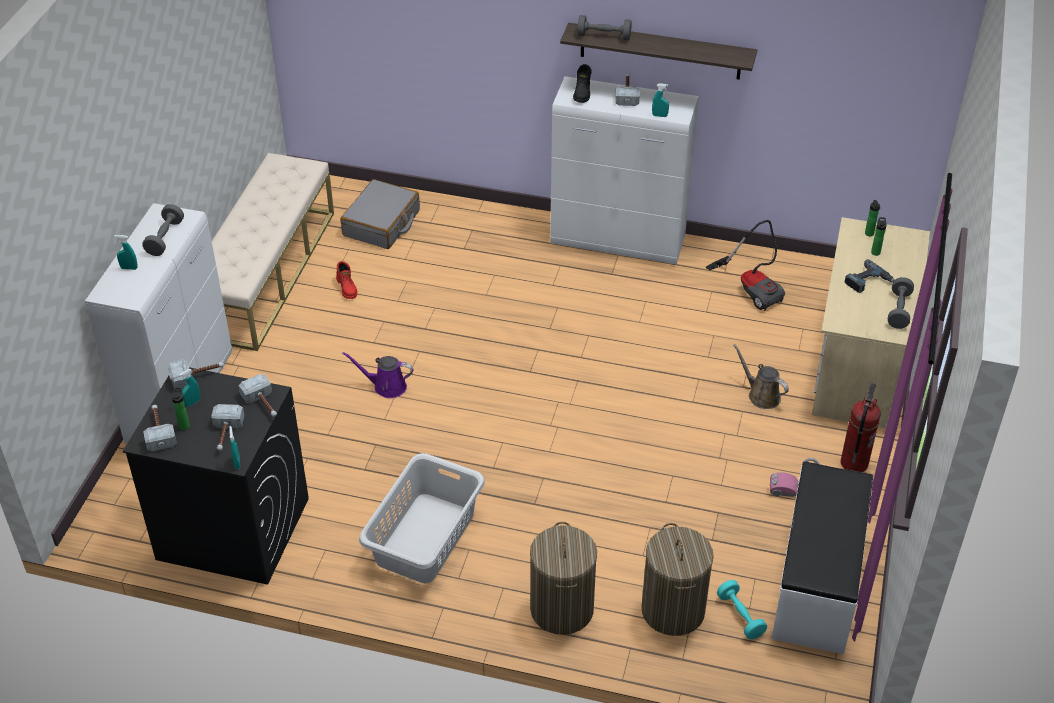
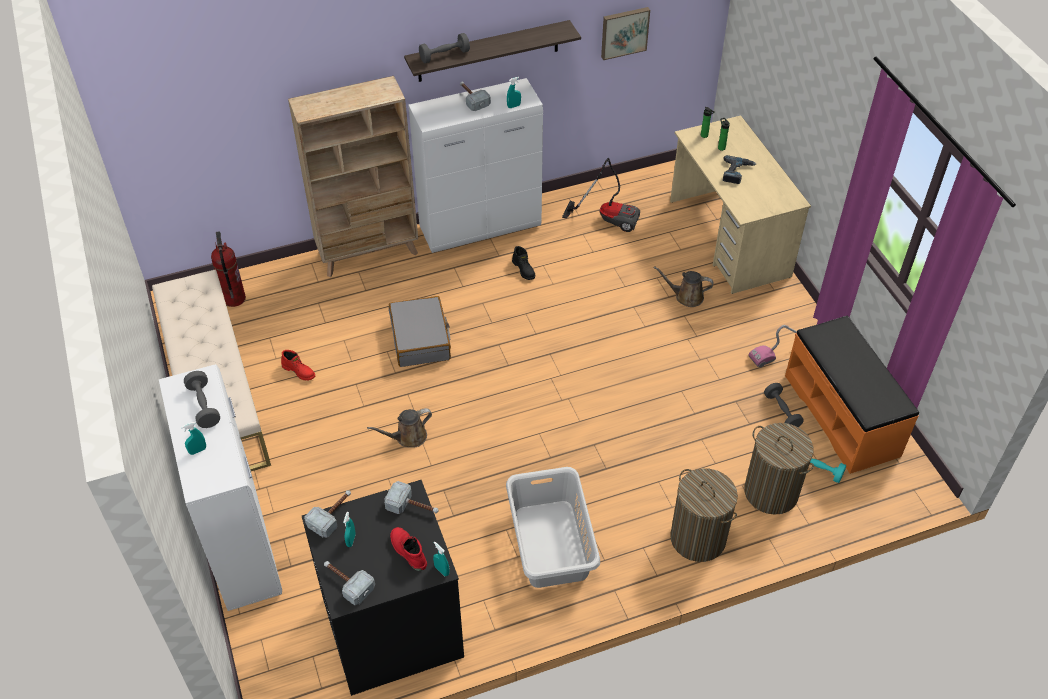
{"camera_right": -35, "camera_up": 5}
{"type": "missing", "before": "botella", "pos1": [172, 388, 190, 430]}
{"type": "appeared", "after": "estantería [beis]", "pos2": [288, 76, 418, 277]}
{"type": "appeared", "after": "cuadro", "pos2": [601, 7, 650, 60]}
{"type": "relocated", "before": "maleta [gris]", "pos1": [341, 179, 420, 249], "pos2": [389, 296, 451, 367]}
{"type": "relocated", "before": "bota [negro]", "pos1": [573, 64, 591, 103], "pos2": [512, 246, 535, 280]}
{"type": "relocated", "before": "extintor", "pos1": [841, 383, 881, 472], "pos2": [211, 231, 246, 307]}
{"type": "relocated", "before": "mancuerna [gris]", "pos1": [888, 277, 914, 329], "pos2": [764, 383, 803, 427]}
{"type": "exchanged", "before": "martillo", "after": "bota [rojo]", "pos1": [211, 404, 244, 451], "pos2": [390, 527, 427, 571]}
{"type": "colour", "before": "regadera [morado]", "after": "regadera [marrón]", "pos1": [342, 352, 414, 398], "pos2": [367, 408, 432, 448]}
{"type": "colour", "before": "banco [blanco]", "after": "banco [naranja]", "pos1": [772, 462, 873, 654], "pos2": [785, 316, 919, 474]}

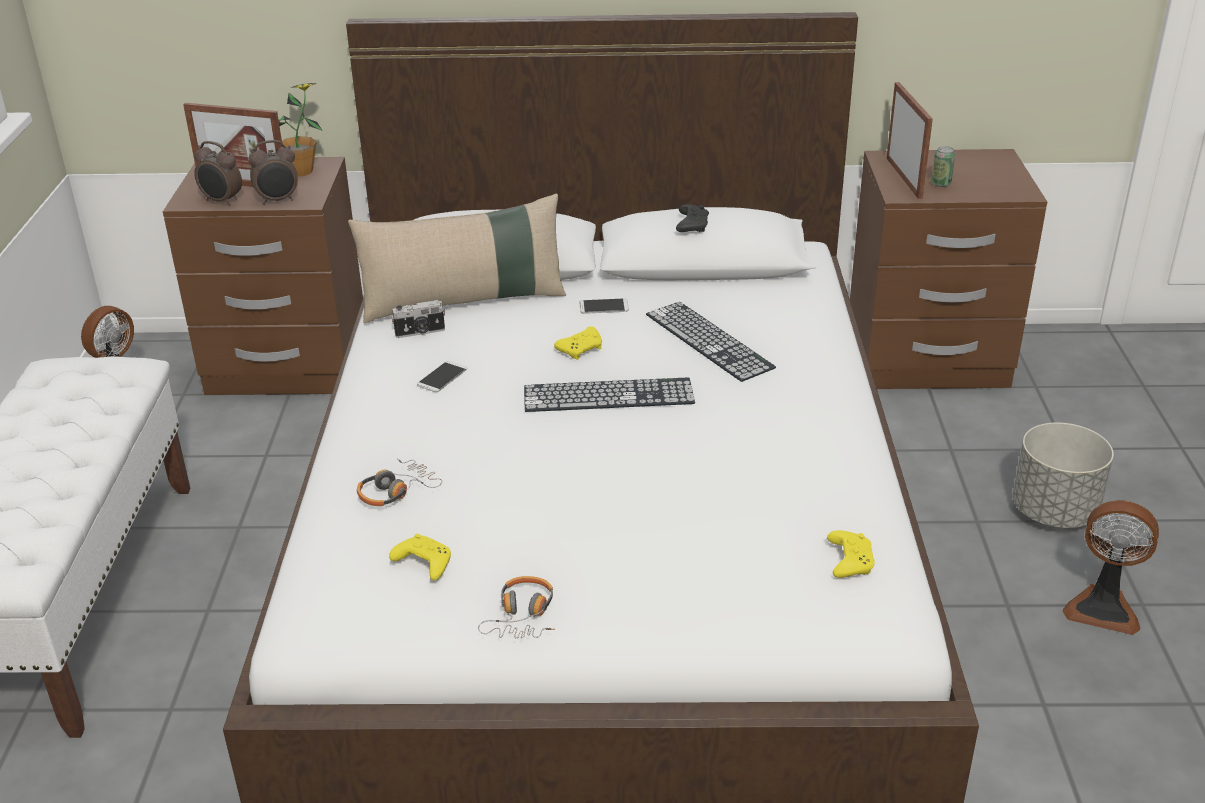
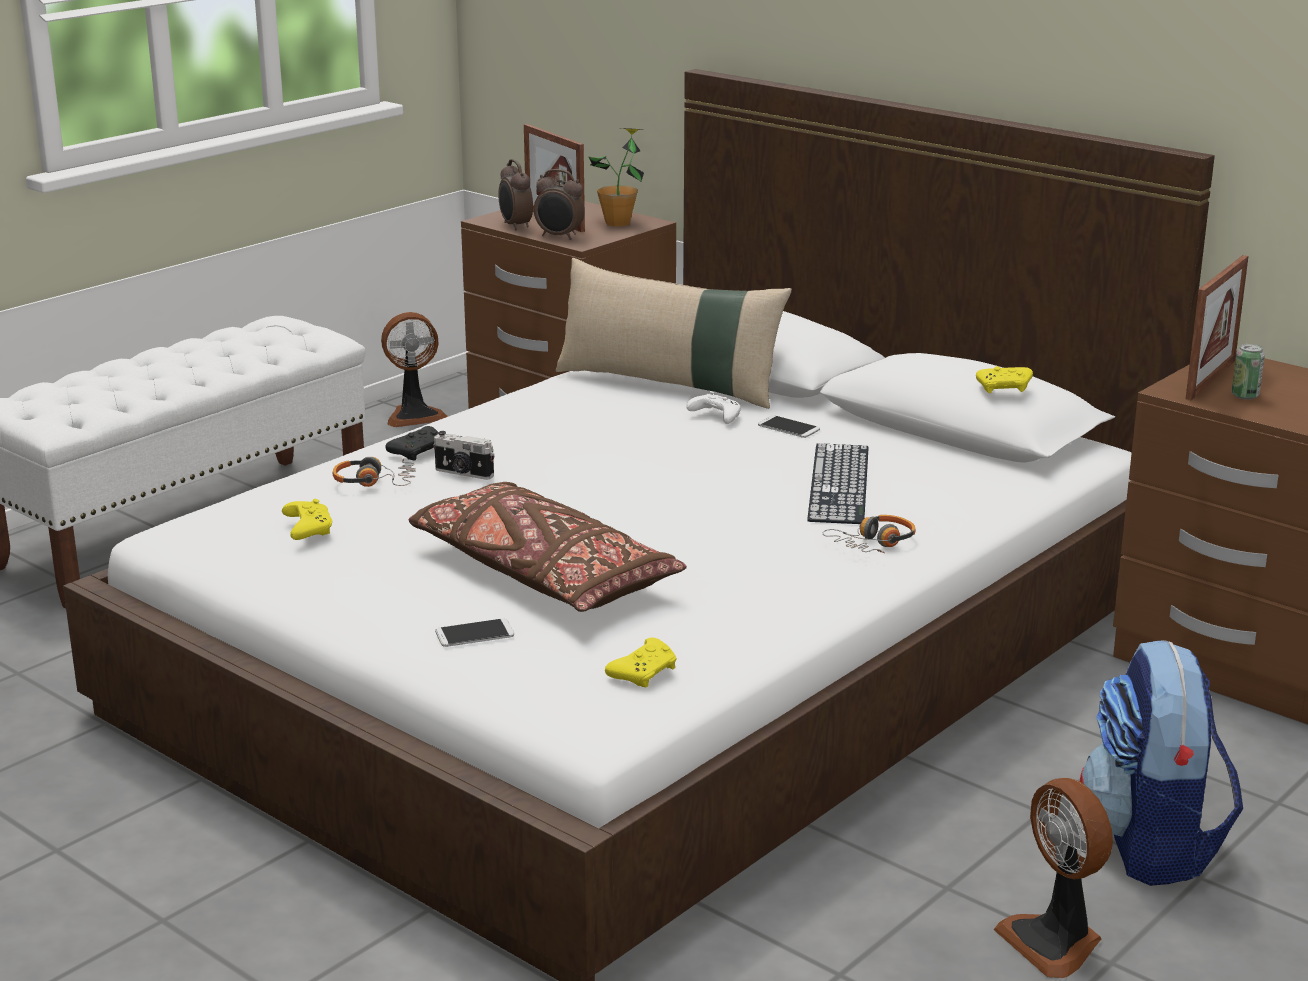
{"camera_right": 40, "camera_up": -10}
{"type": "missing", "before": "teclado", "pos1": [524, 378, 695, 412]}
{"type": "appeared", "after": "cojín [marrón]", "pos2": [408, 482, 687, 612]}
{"type": "appeared", "after": "mando de consola [blanco]", "pos2": [686, 391, 741, 424]}
{"type": "relocated", "before": "cámara", "pos1": [391, 300, 445, 338], "pos2": [434, 431, 494, 480]}
{"type": "relocated", "before": "móvil", "pos1": [417, 361, 467, 392], "pos2": [435, 618, 514, 647]}
{"type": "relocated", "before": "auriculares", "pos1": [478, 576, 555, 639], "pos2": [823, 515, 916, 553]}
{"type": "relocated", "before": "mando de consola [amarillo]", "pos1": [554, 326, 602, 360], "pos2": [976, 366, 1033, 393]}
{"type": "relocated", "before": "mando de consola [negro]", "pos1": [676, 204, 709, 232], "pos2": [386, 426, 438, 461]}
{"type": "exchanged", "before": "maceta [gris]", "after": "mochila", "pos1": [1012, 422, 1114, 528], "pos2": [1080, 640, 1243, 886]}

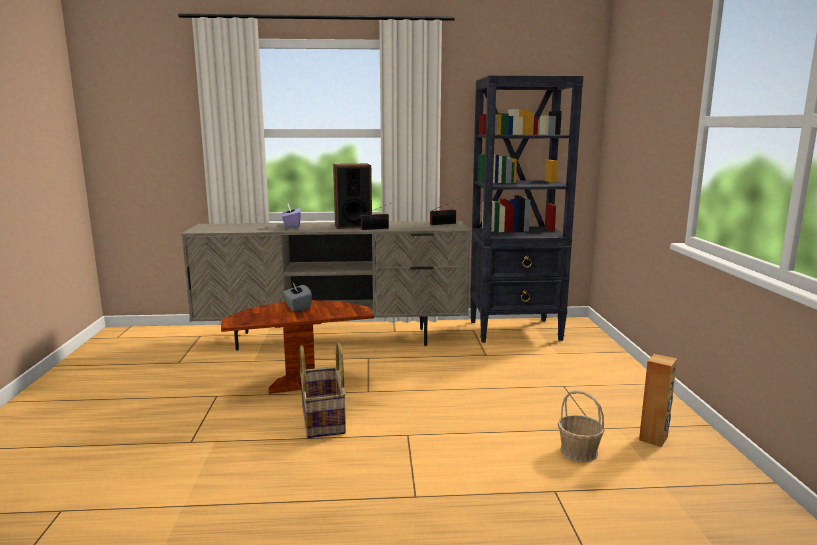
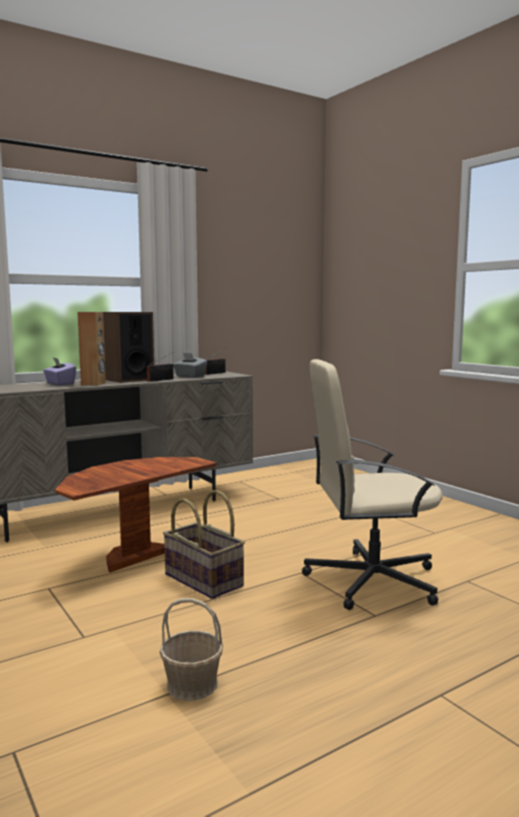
{"camera_right": -30, "camera_up": -5}
{"type": "missing", "before": "estantería [negro]", "pos1": [470, 76, 583, 343]}
{"type": "appeared", "after": "silla de oficina [beis]", "pos2": [302, 359, 443, 610]}
{"type": "relocated", "before": "caja de pañuelos [gris]", "pos1": [283, 283, 312, 312], "pos2": [173, 353, 207, 378]}
{"type": "relocated", "before": "cesta", "pos1": [558, 390, 605, 462], "pos2": [160, 598, 223, 700]}
{"type": "relocated", "before": "altavoz [marrón]", "pos1": [639, 354, 677, 447], "pos2": [78, 312, 106, 386]}

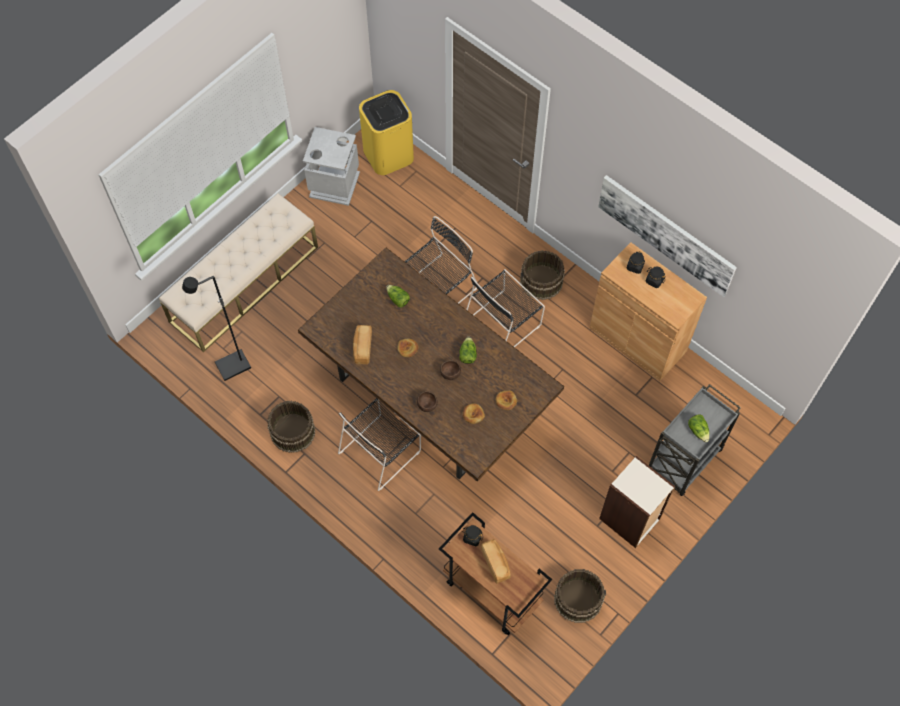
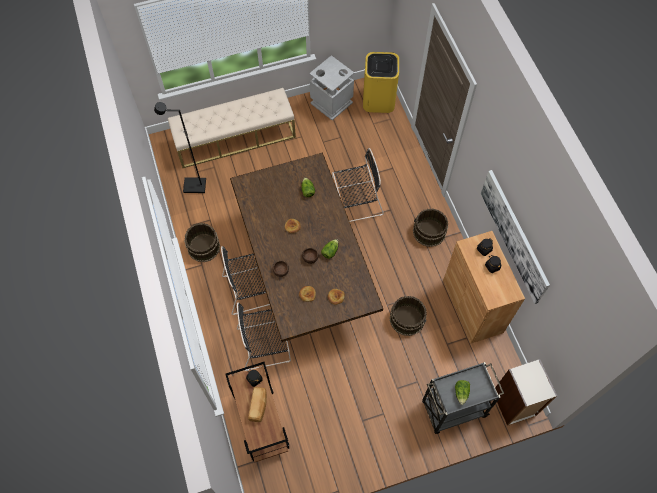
{"camera_right": 30, "camera_up": 0}
{"type": "missing", "before": "pan", "pos1": [353, 325, 372, 364]}
{"type": "relocated", "before": "silla [negro]", "pos1": [466, 269, 545, 347], "pos2": [237, 303, 291, 371]}
{"type": "relocated", "before": "cubo [marrón]", "pos1": [554, 569, 606, 623], "pos2": [390, 296, 427, 336]}
{"type": "relocated", "before": "estantería", "pos1": [599, 456, 675, 548], "pos2": [495, 359, 557, 426]}

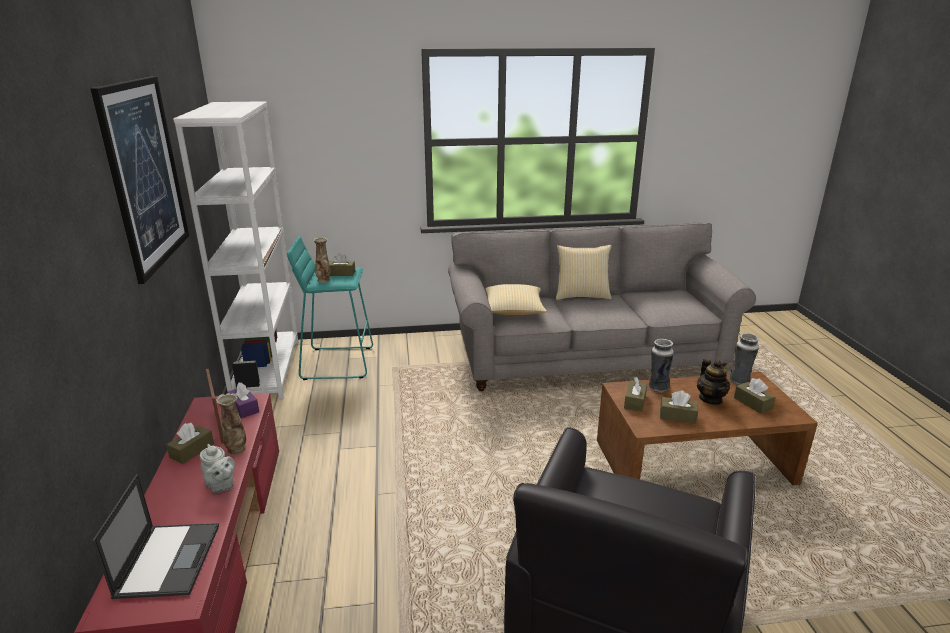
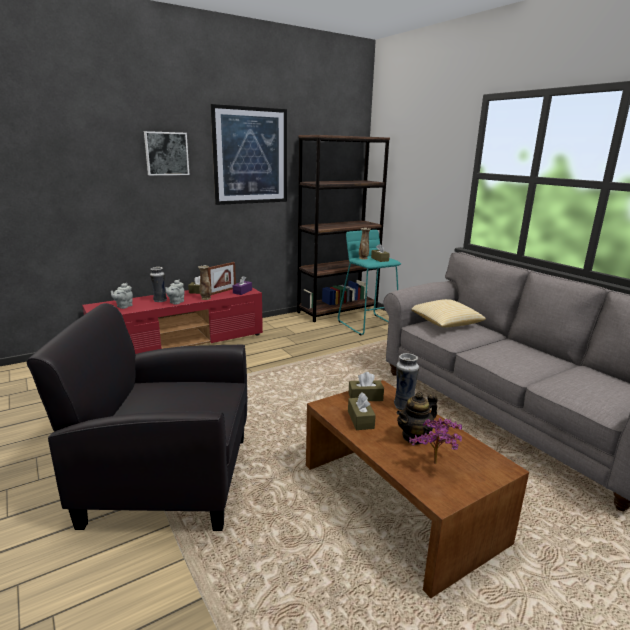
{"camera_right": 65, "camera_up": -5}
{"type": "missing", "before": "cojín", "pos1": [556, 245, 612, 300]}
{"type": "appeared", "after": "cuadro", "pos2": [144, 131, 189, 175]}
{"type": "relocated", "before": "florero", "pos1": [730, 333, 759, 385], "pos2": [150, 267, 167, 302]}
{"type": "exchanged", "before": "portátil", "after": "tetera [gris]", "pos1": [92, 474, 219, 599], "pos2": [111, 283, 133, 309]}
{"type": "exchanged", "before": "caja de pañuelos [marrón]", "after": "planta en maceta", "pos1": [734, 378, 776, 414], "pos2": [409, 418, 462, 464]}
{"type": "colour", "before": "estantería [blanco]", "after": "estantería [marrón]", "pos1": [173, 101, 298, 399], "pos2": [297, 135, 390, 322]}

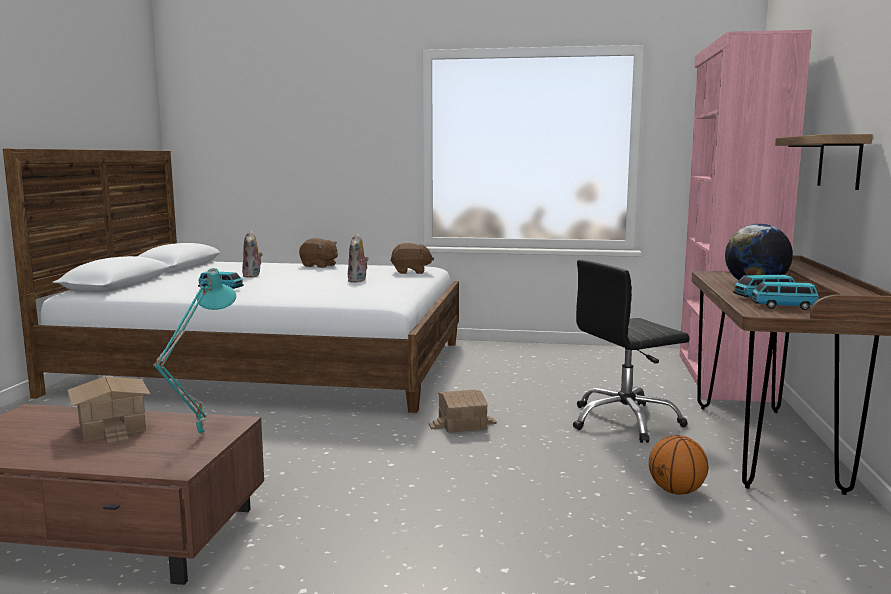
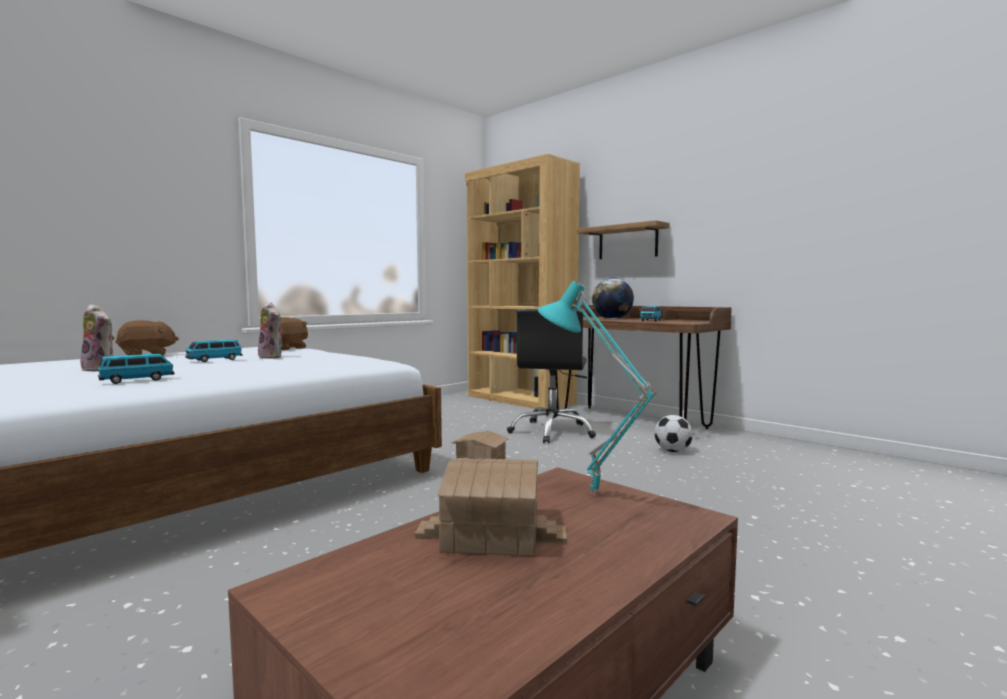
{"camera_right": -55, "camera_up": -5}
{"type": "relocated", "before": "coche de juguete", "pos1": [751, 281, 819, 310], "pos2": [185, 340, 243, 362]}
{"type": "exchanged", "before": "balón de baloncesto", "after": "balón de fútbol", "pos1": [649, 435, 709, 495], "pos2": [654, 415, 693, 452]}
{"type": "colour", "before": "estantería [rosa]", "after": "estantería [marrón]", "pos1": [679, 30, 812, 403], "pos2": [465, 154, 580, 409]}

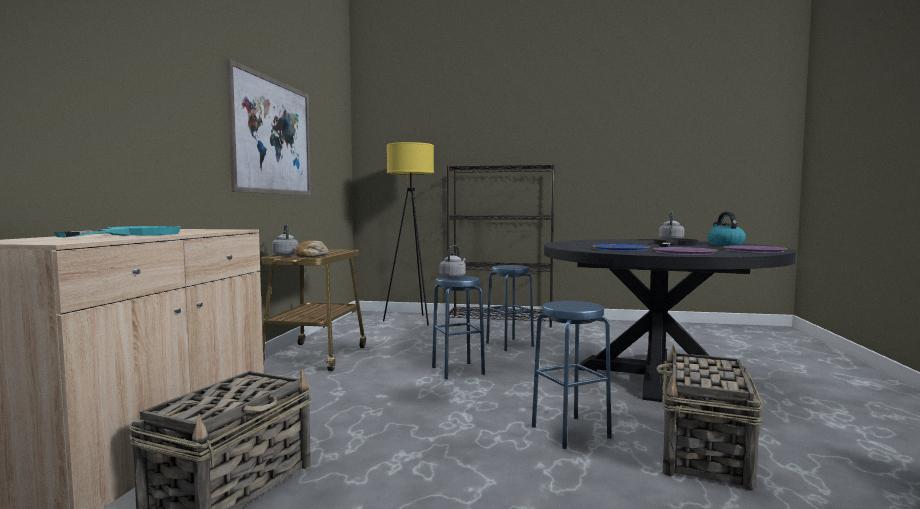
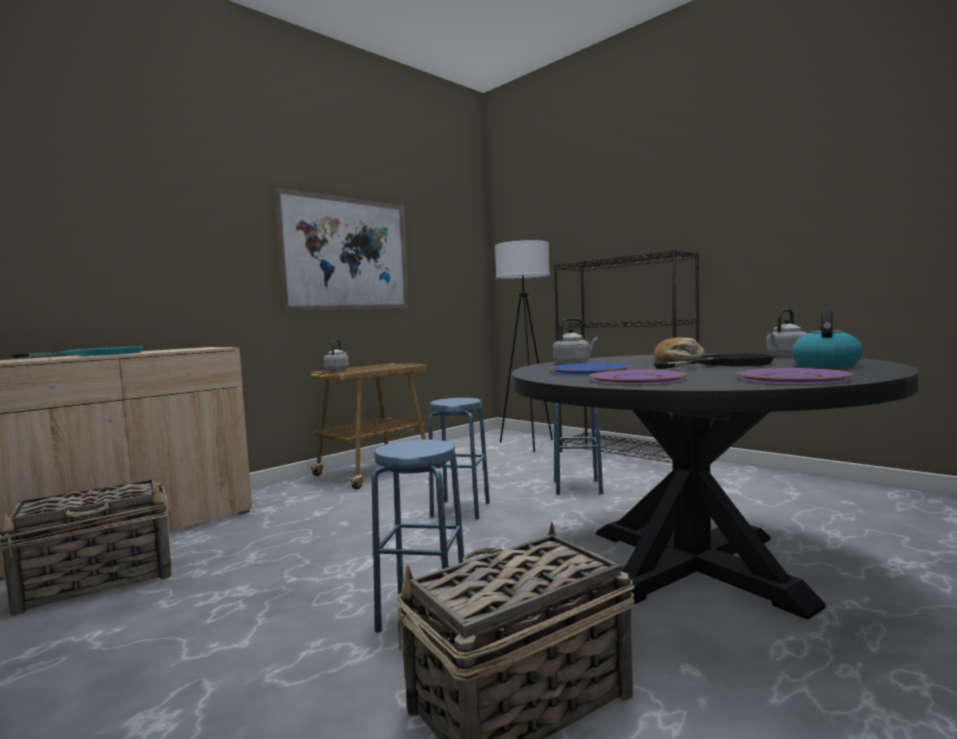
{"camera_right": 35, "camera_up": 0}
{"type": "relocated", "before": "pan", "pos1": [295, 241, 328, 257], "pos2": [654, 337, 705, 362]}
{"type": "relocated", "before": "hervidor [gris]", "pos1": [440, 245, 466, 278], "pos2": [553, 318, 598, 365]}
{"type": "colour", "before": "lámpara de pie [amarillo]", "after": "lámpara de pie [blanco]", "pos1": [383, 142, 434, 326], "pos2": [495, 240, 553, 452]}

